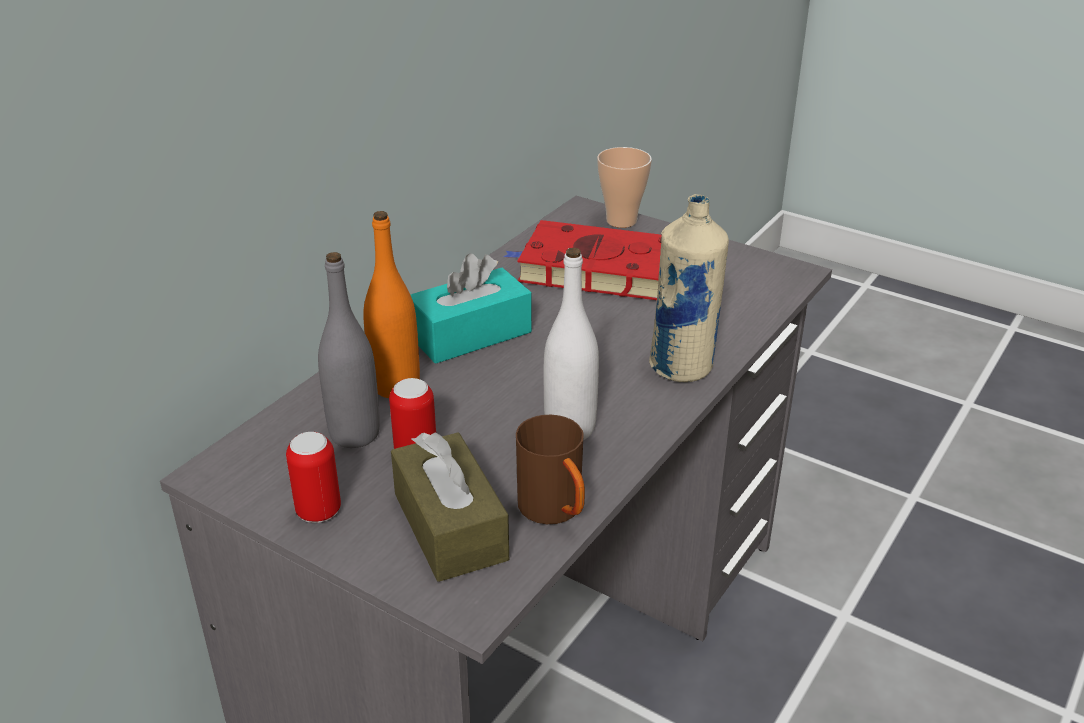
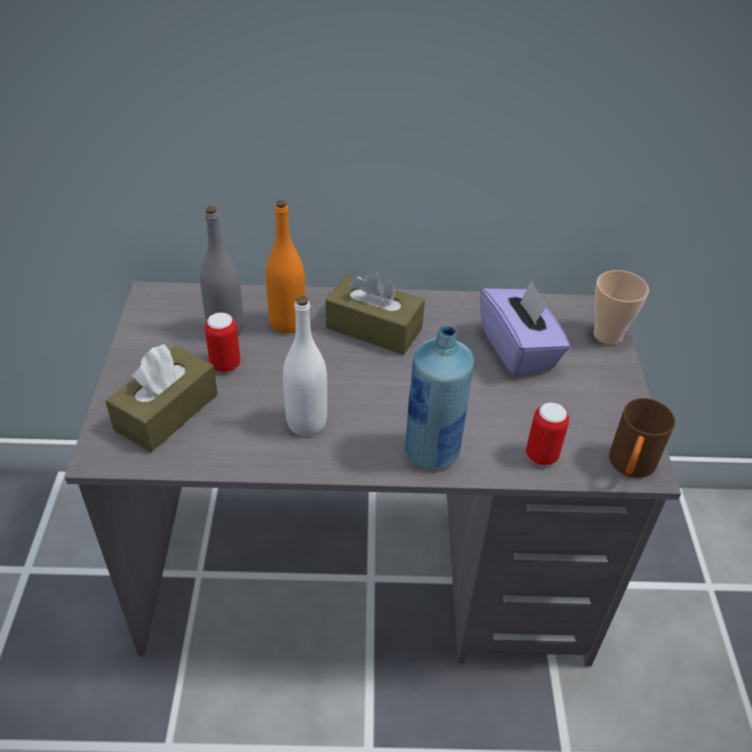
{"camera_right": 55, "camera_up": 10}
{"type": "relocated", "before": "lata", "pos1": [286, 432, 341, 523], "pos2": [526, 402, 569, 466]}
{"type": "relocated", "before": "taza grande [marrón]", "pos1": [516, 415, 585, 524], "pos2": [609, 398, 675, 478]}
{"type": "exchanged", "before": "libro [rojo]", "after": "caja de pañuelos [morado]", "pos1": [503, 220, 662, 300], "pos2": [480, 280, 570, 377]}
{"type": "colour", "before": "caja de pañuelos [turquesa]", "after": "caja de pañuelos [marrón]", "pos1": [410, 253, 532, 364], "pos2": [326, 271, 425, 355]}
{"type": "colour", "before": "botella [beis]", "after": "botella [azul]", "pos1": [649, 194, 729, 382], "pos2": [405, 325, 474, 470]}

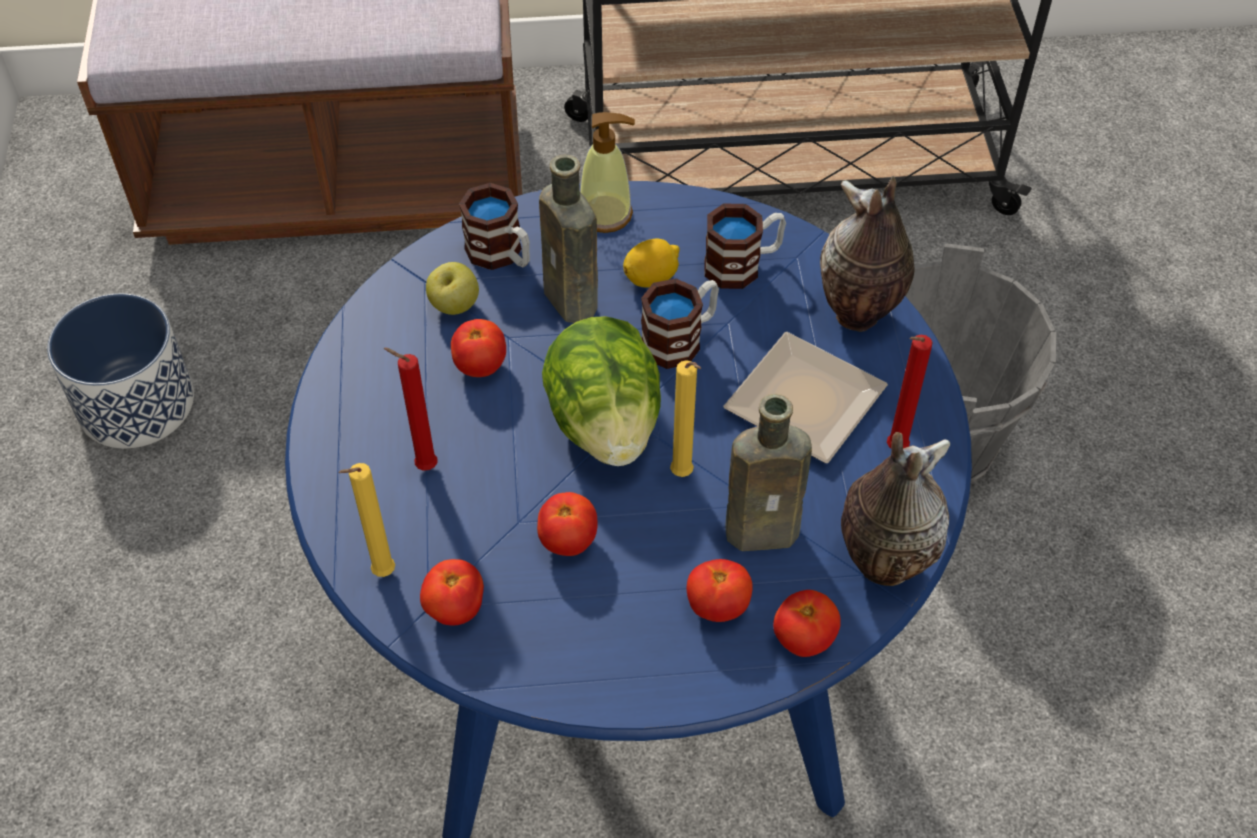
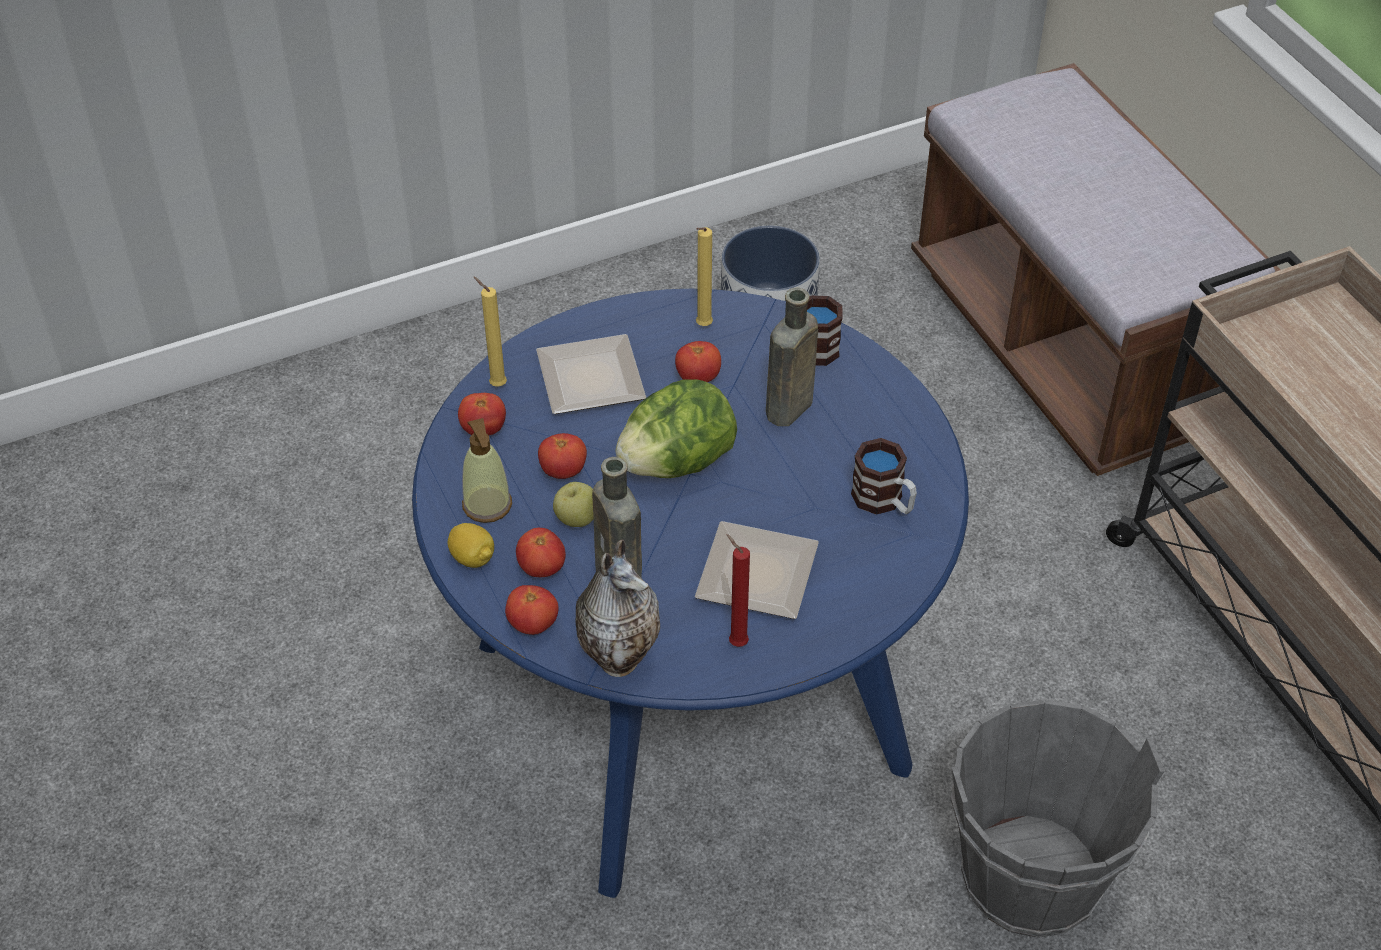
{"camera_right": 70, "camera_up": -5}
{"type": "missing", "before": "taza grande", "pos1": [641, 278, 719, 369]}
{"type": "missing", "before": "florero", "pos1": [820, 176, 914, 332]}
{"type": "relocated", "before": "manzana", "pos1": [426, 262, 479, 315], "pos2": [553, 482, 594, 527]}
{"type": "relocated", "before": "dispensador de jabón", "pos1": [580, 112, 635, 233], "pos2": [462, 418, 512, 523]}
{"type": "relocated", "before": "limón", "pos1": [623, 239, 680, 288], "pos2": [448, 523, 494, 568]}
{"type": "relocated", "before": "vela [amarillo]", "pos1": [670, 360, 701, 477], "pos2": [696, 227, 713, 326]}
{"type": "exchanged", "before": "vela [rojo]", "after": "plato", "pos1": [384, 348, 438, 471], "pos2": [536, 334, 646, 414]}

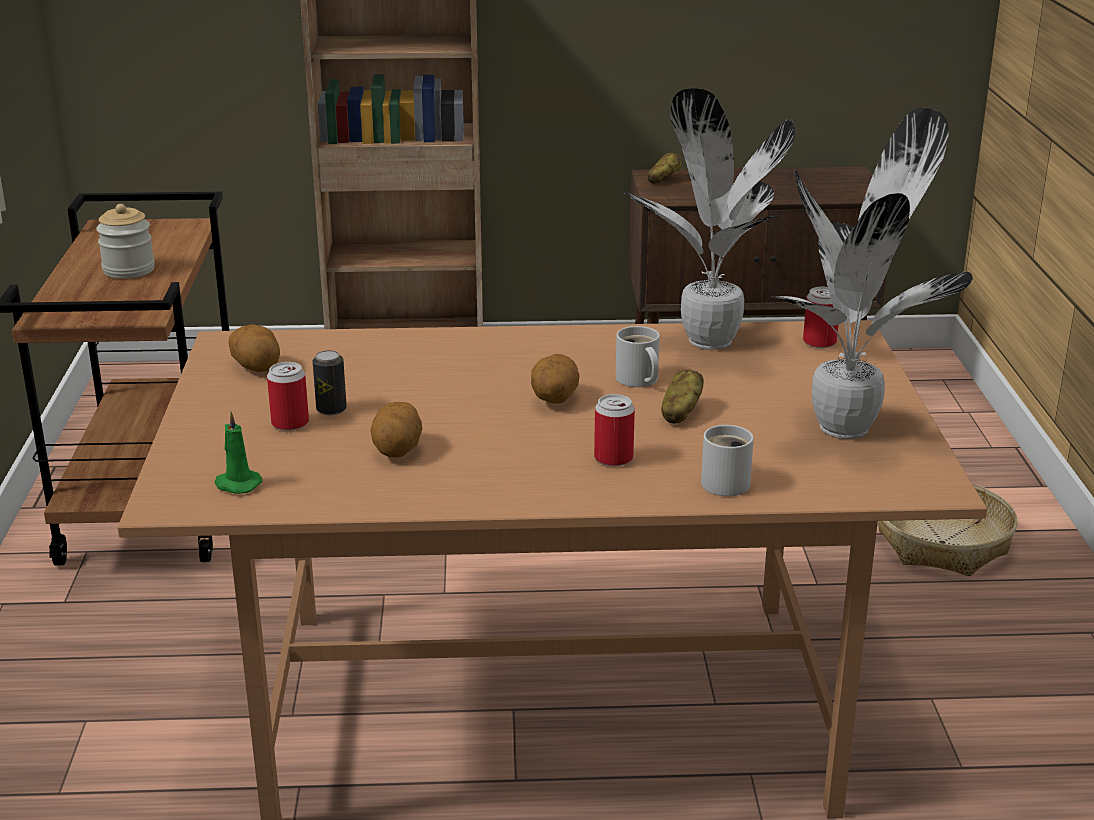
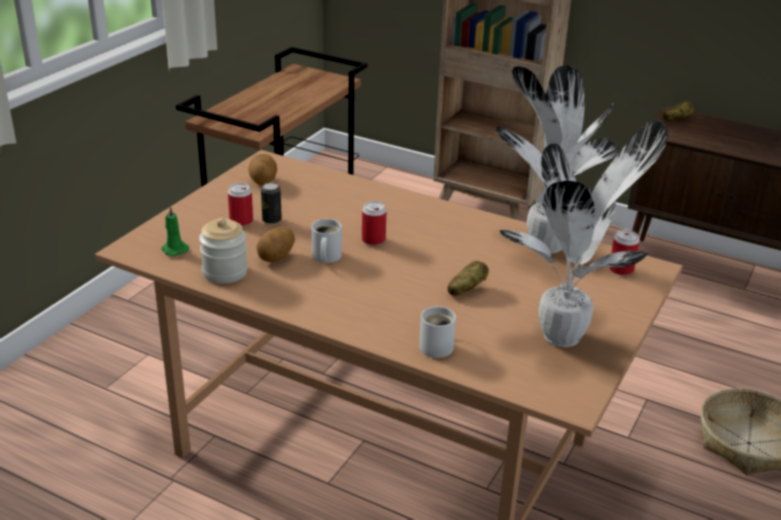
{"camera_right": 30, "camera_up": 5}
{"type": "missing", "before": "patata", "pos1": [531, 354, 579, 404]}
{"type": "relocated", "before": "tarro", "pos1": [96, 204, 155, 279], "pos2": [199, 218, 248, 284]}
{"type": "relocated", "before": "lata", "pos1": [594, 394, 635, 466], "pos2": [362, 201, 387, 245]}
{"type": "relocated", "before": "taza grande [blanco]", "pos1": [616, 326, 660, 387], "pos2": [311, 219, 342, 263]}

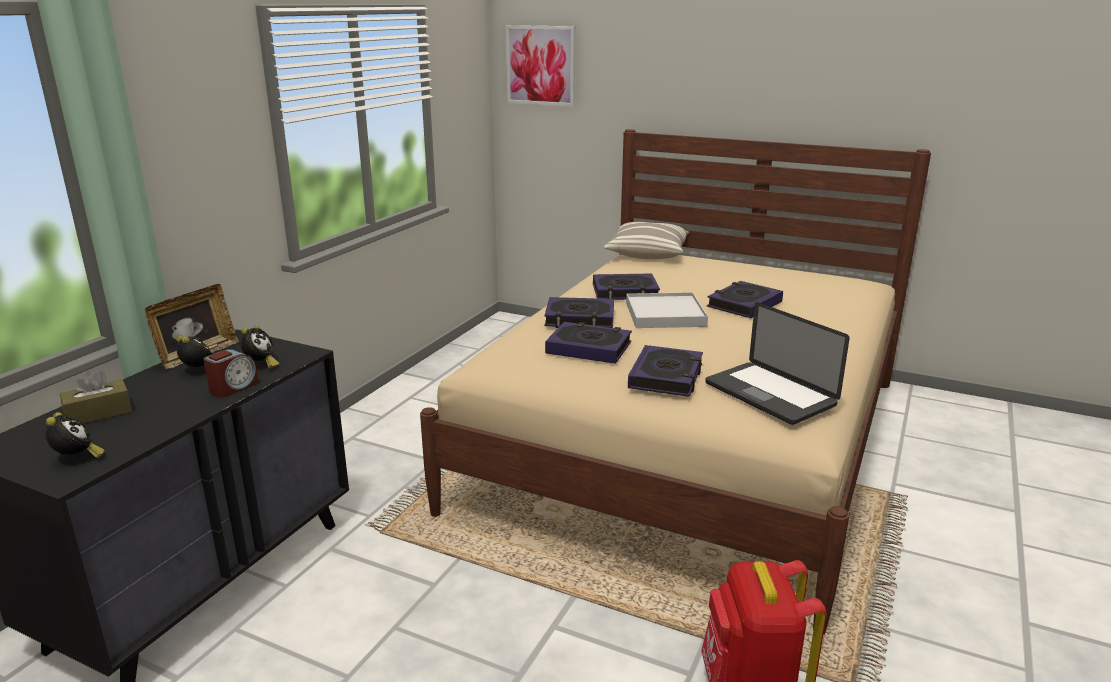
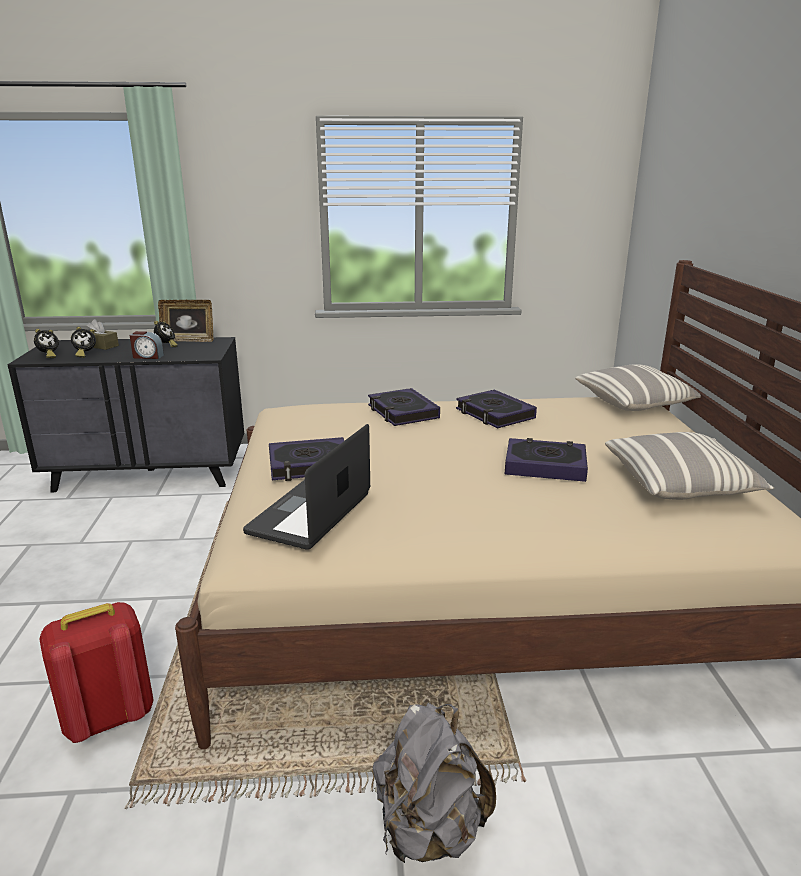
{"camera_right": 60, "camera_up": 0}
{"type": "missing", "before": "cuadro", "pos1": [506, 25, 575, 107]}
{"type": "missing", "before": "libro", "pos1": [545, 322, 632, 364]}
{"type": "missing", "before": "bandeja [blanco]", "pos1": [626, 292, 708, 328]}
{"type": "appeared", "after": "mochila [gris]", "pos2": [373, 703, 496, 863]}
{"type": "appeared", "after": "cojín", "pos2": [605, 432, 774, 500]}
{"type": "relocated", "before": "despertador", "pos1": [241, 326, 279, 369], "pos2": [71, 327, 96, 358]}

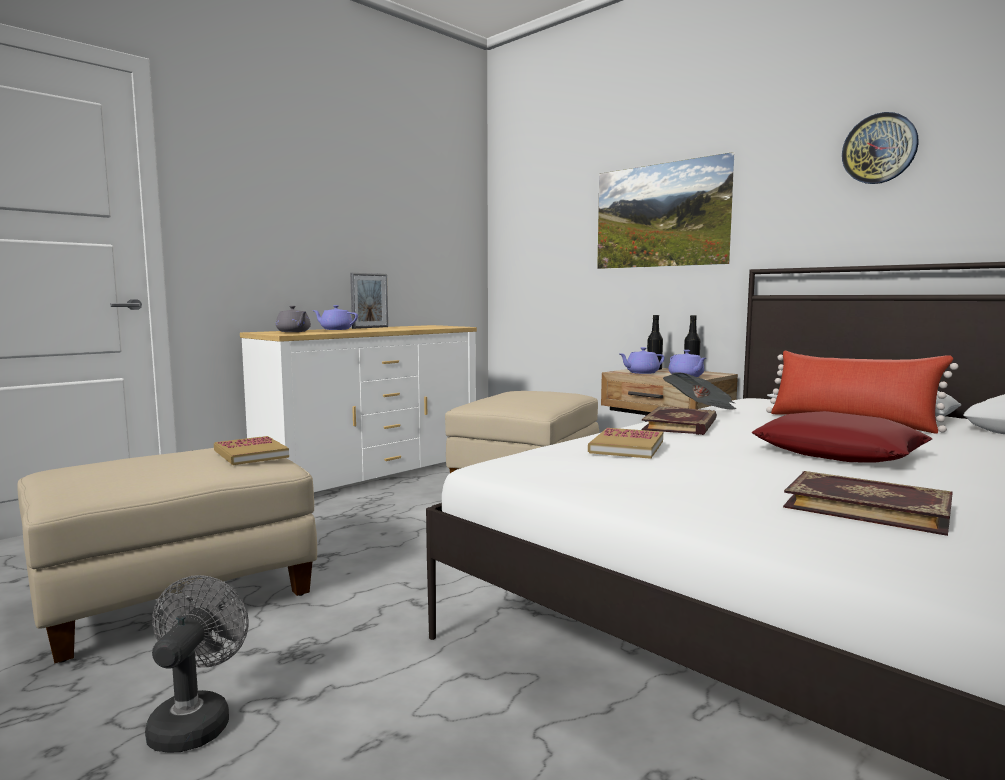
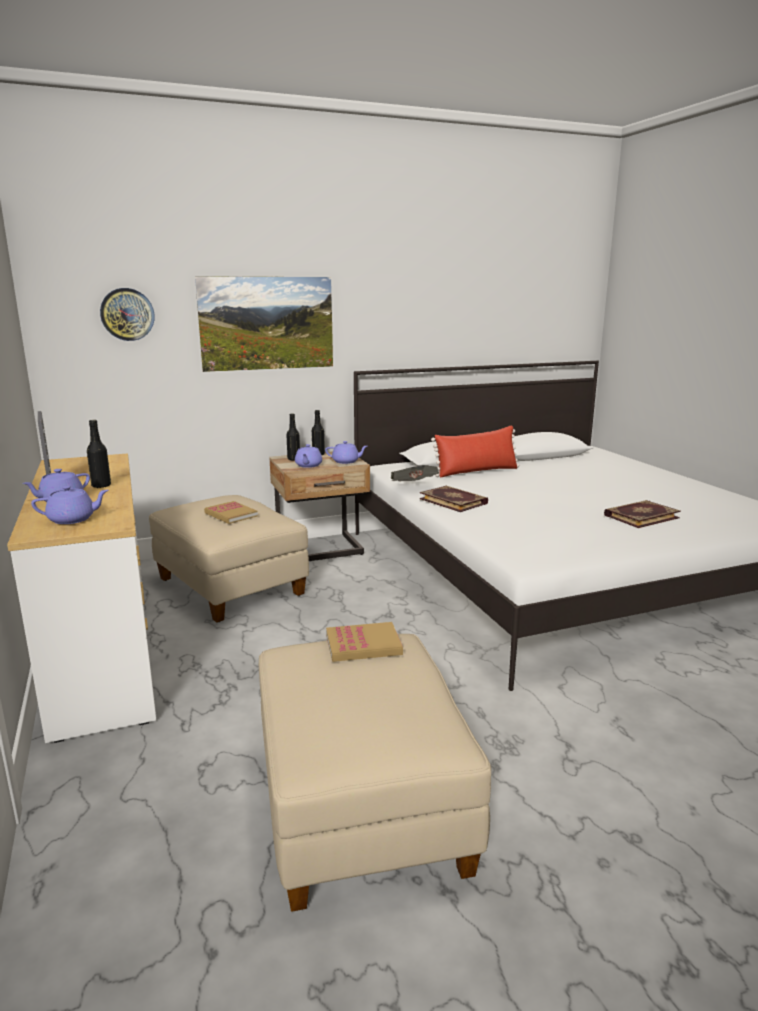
{"camera_right": -65, "camera_up": 10}
{"type": "missing", "before": "ventilador [gris]", "pos1": [145, 575, 249, 753]}
{"type": "missing", "before": "cojín [rojo]", "pos1": [751, 411, 932, 462]}
{"type": "appeared", "after": "botella [negro]", "pos2": [87, 420, 111, 488]}
{"type": "relocated", "before": "libro", "pos1": [588, 428, 663, 459], "pos2": [204, 501, 258, 524]}
{"type": "relocated", "before": "reloj de pared", "pos1": [842, 112, 919, 184], "pos2": [100, 288, 155, 341]}
{"type": "colour", "before": "tetera [gris]", "after": "tetera [morado]", "pos1": [276, 306, 311, 332], "pos2": [31, 485, 109, 524]}

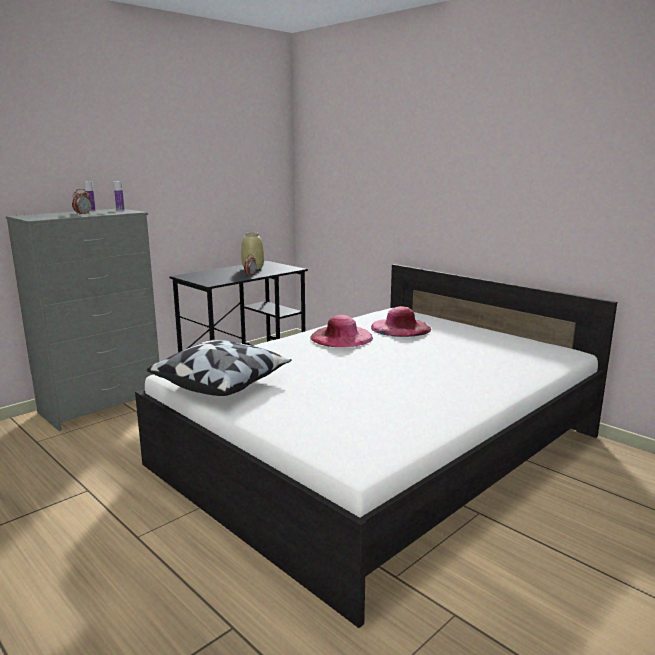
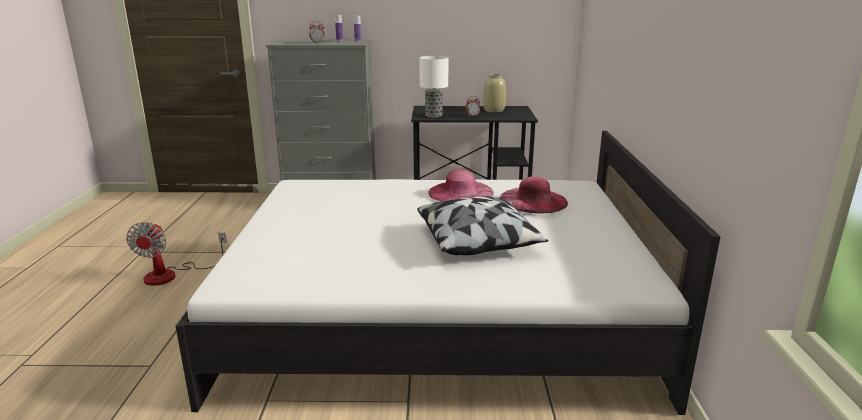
{"camera_right": 45, "camera_up": 5}
{"type": "appeared", "after": "ventilador", "pos2": [126, 222, 227, 286]}
{"type": "appeared", "after": "lámpara de mesa", "pos2": [419, 56, 449, 117]}
{"type": "relocated", "before": "cojín", "pos1": [147, 340, 292, 396], "pos2": [418, 196, 548, 255]}

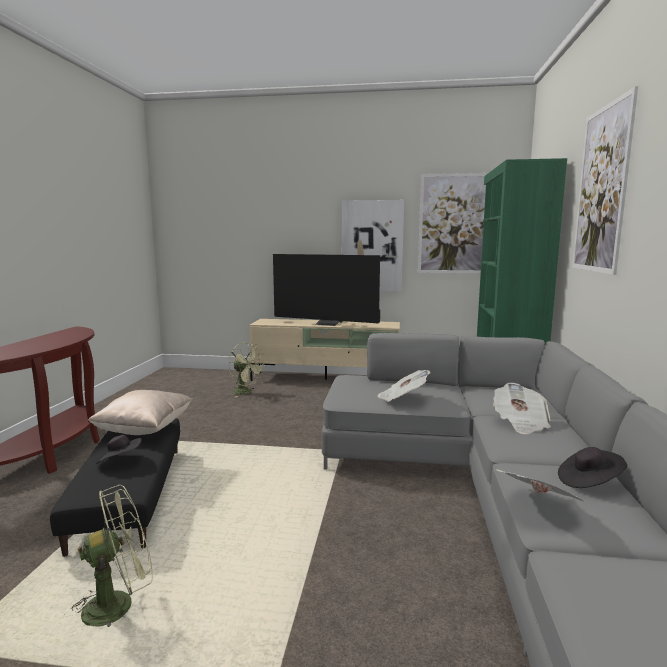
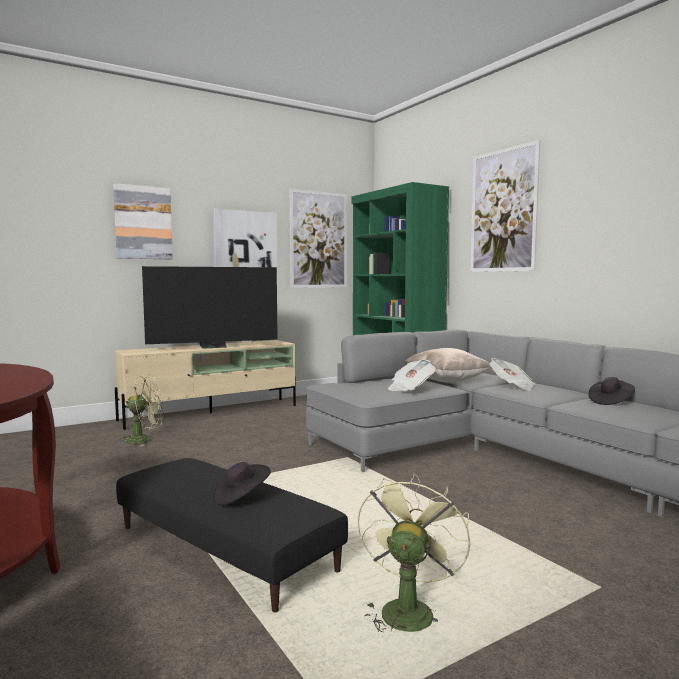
{"camera_right": -40, "camera_up": -5}
{"type": "missing", "before": "periódico", "pos1": [495, 469, 583, 501]}
{"type": "appeared", "after": "cuadro", "pos2": [113, 183, 173, 259]}
{"type": "relocated", "before": "cojín [beis]", "pos1": [88, 390, 192, 435], "pos2": [405, 348, 491, 383]}

